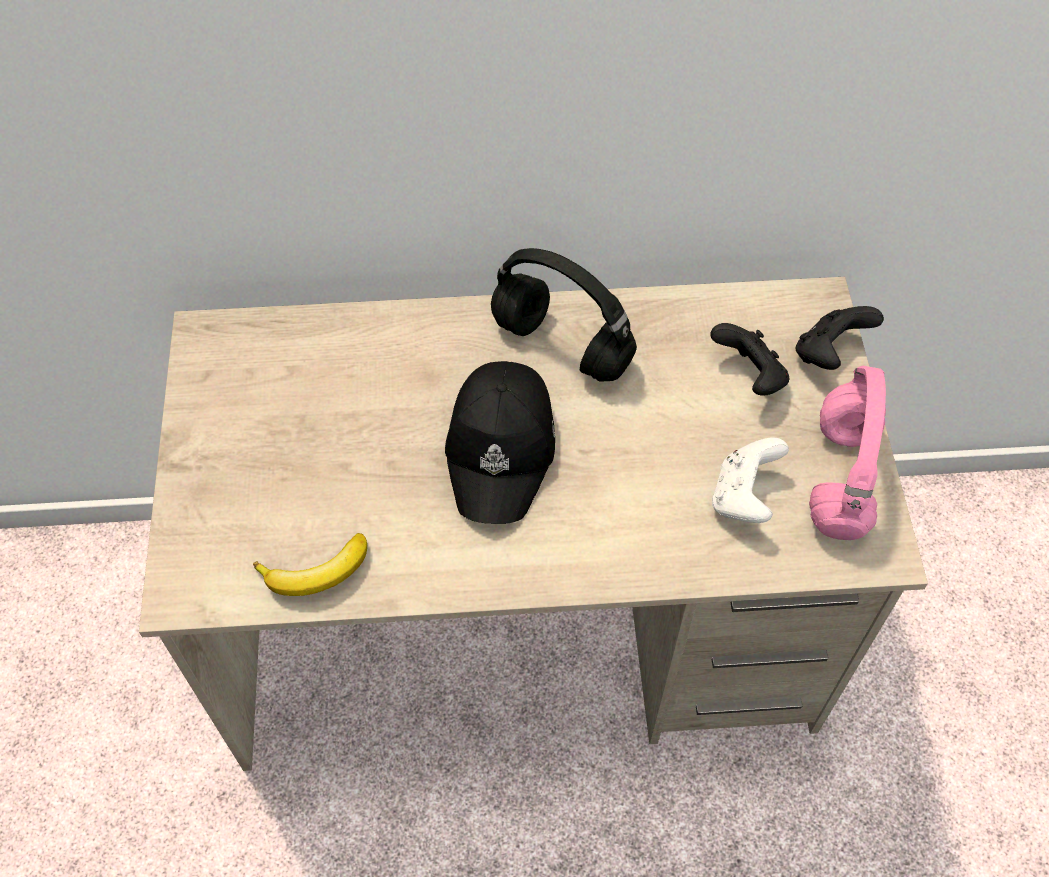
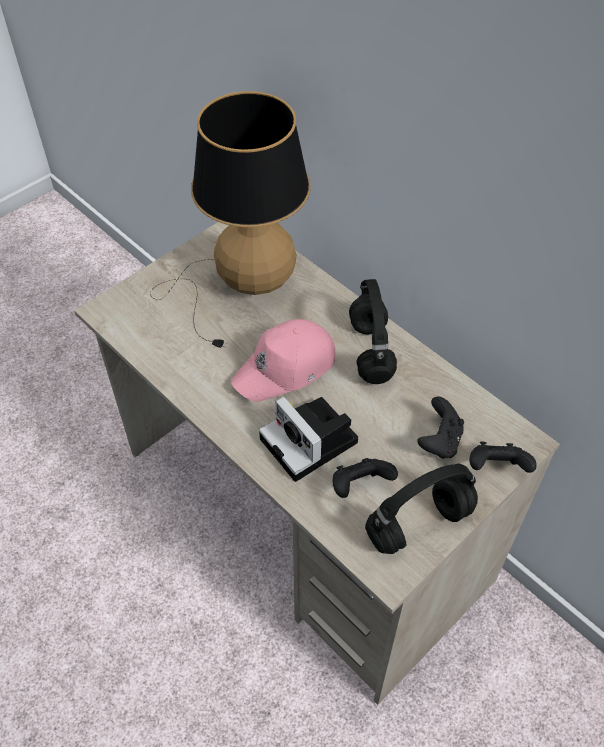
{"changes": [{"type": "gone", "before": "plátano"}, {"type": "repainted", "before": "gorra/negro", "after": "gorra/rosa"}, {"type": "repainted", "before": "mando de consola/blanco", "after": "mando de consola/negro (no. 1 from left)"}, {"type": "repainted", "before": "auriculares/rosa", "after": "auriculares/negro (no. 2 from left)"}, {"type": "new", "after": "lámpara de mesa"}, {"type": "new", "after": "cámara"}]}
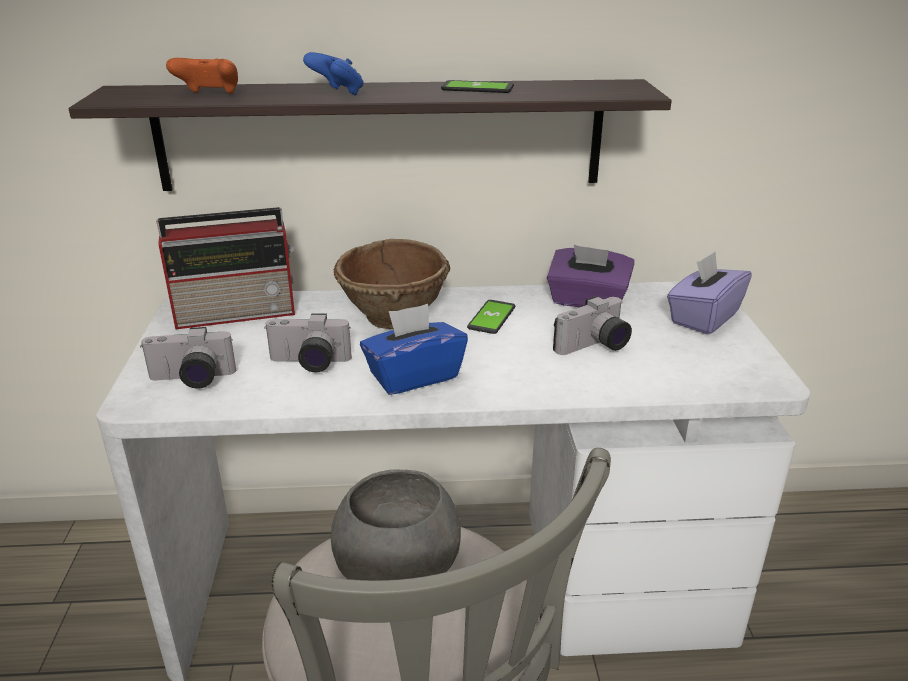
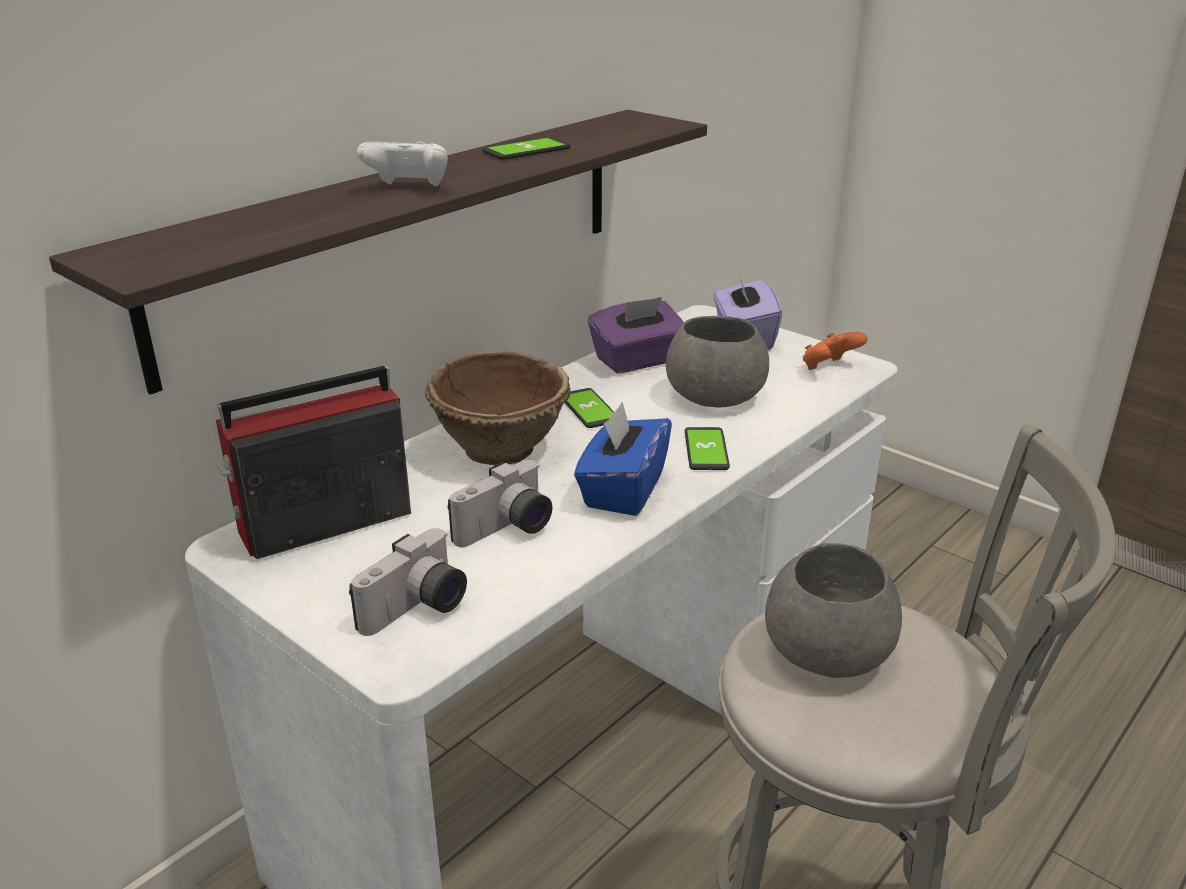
{"changes": [{"type": "rotated", "before": "radio", "turn": -150}, {"type": "shifted", "before": "mando de consola/naranja"}, {"type": "repainted", "before": "mando de consola/azul", "after": "mando de consola/blanco"}, {"type": "swapped", "before": "cámara (no. 3 from left)", "after": "cuenco/gris (no. 1 from left)"}, {"type": "new", "after": "móvil (no. 3 from left)"}]}
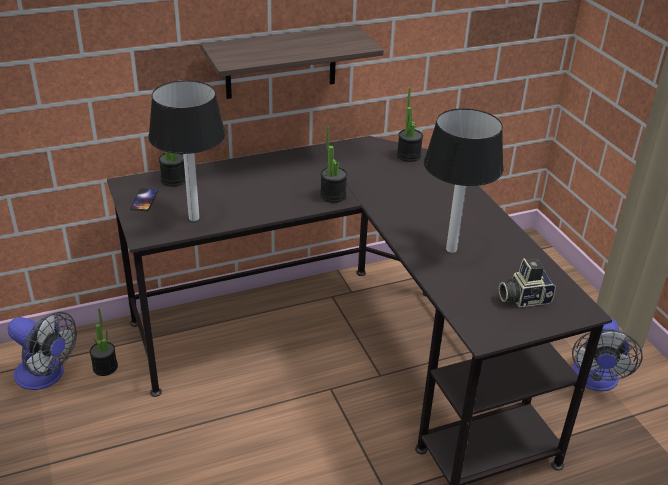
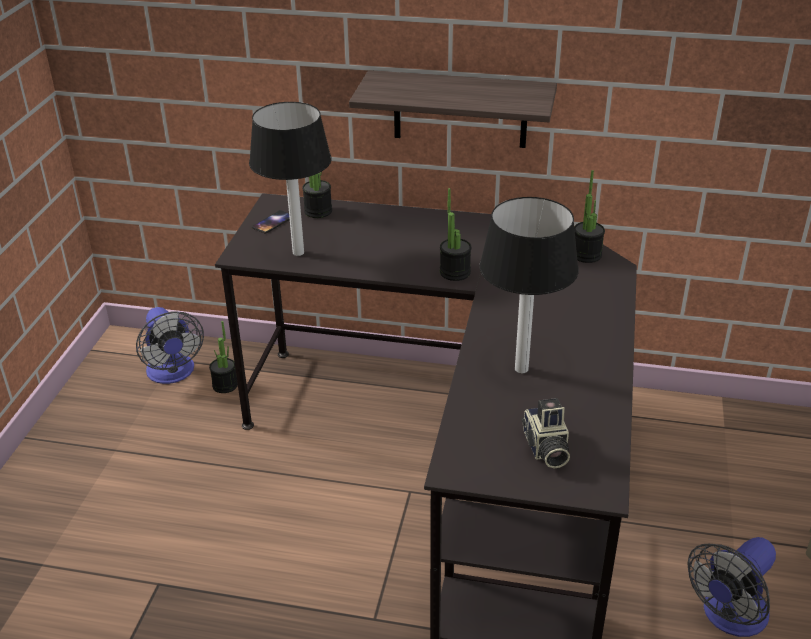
{"changes": [{"type": "rotated", "before": "cámara", "turn": -120}]}
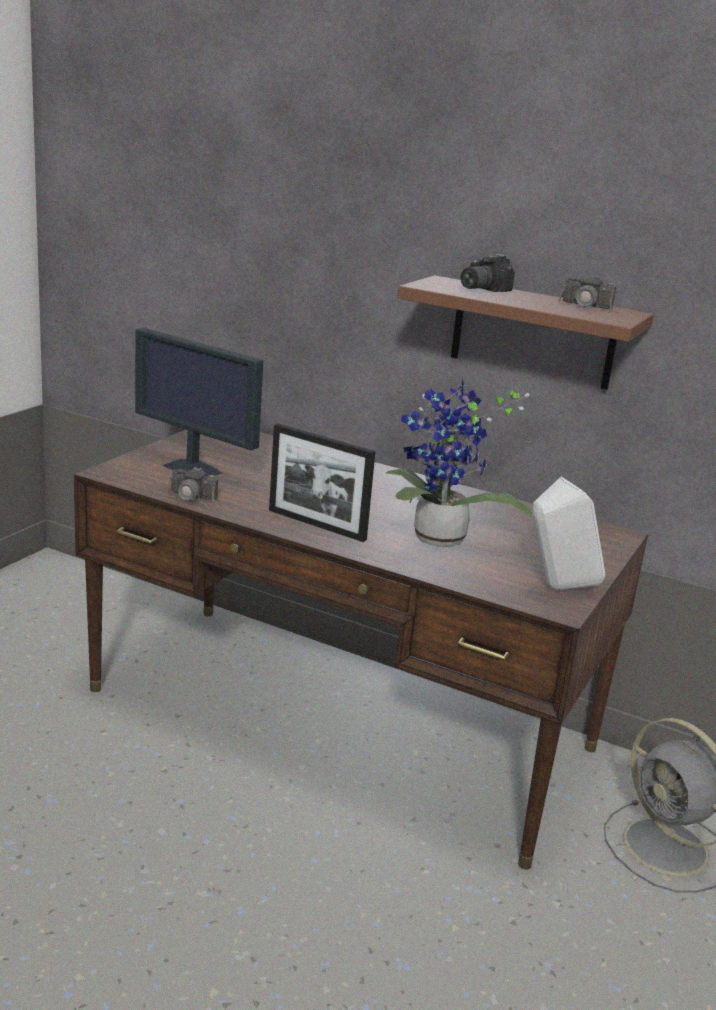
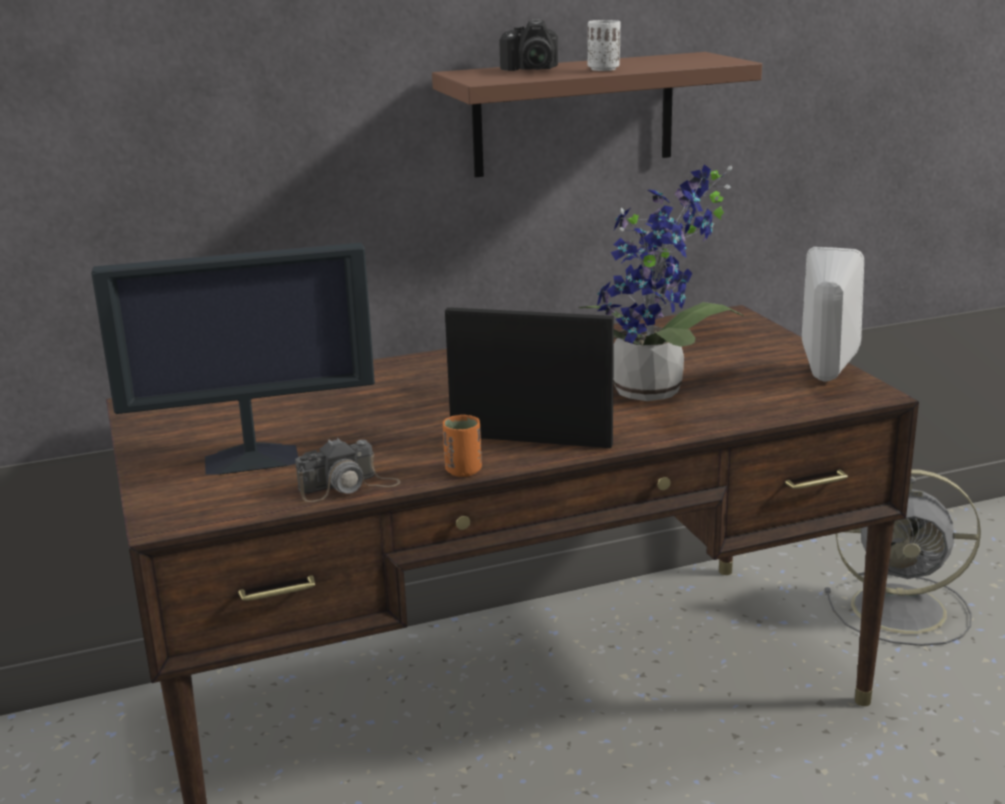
{"changes": [{"type": "rotated", "before": "portarretratos", "turn": -150}, {"type": "gone", "before": "cámara (no. 3 from left)"}, {"type": "new", "after": "taza/naranja"}, {"type": "new", "after": "taza/blanco"}]}
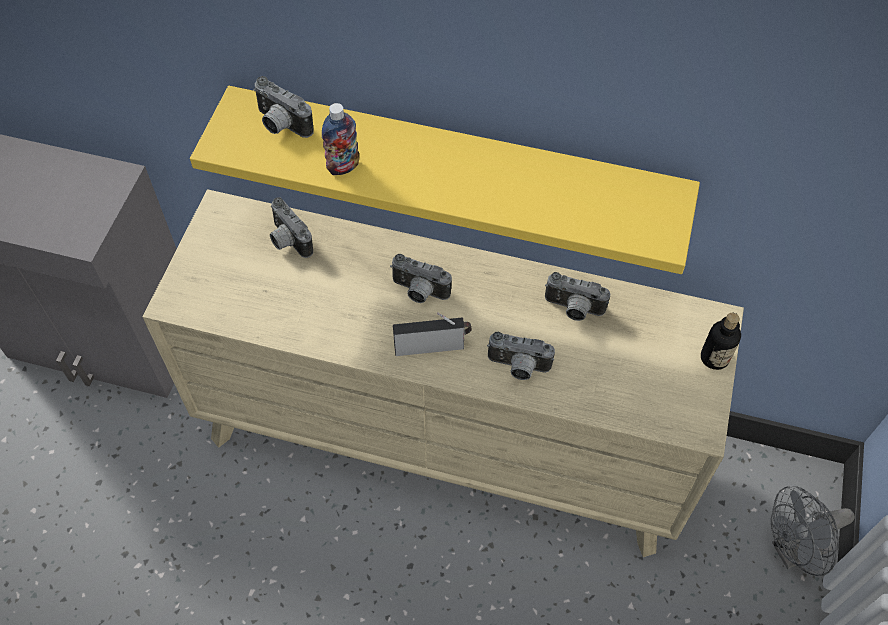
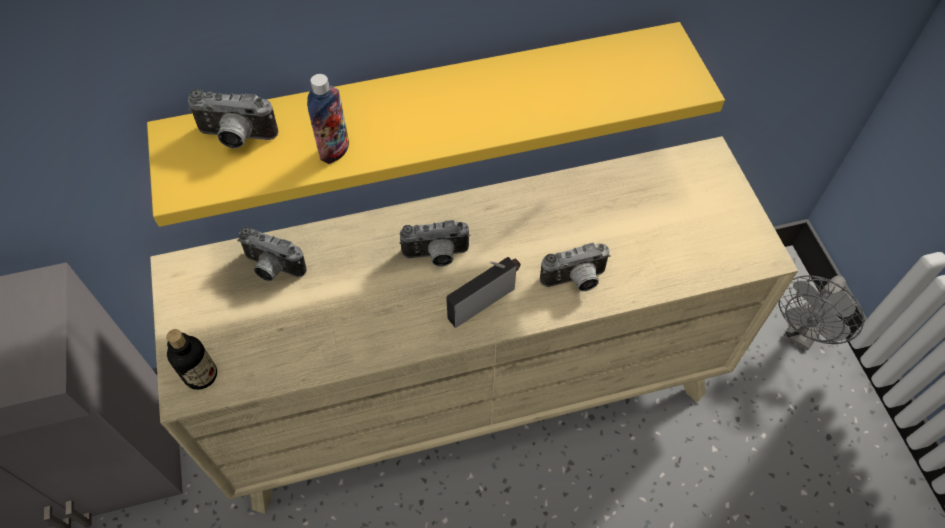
{"changes": [{"type": "gone", "before": "cámara (no. 5 from left)"}, {"type": "shifted", "before": "botella (no. 2 from left in the first image)", "after": "botella (no. 1 from left)"}]}
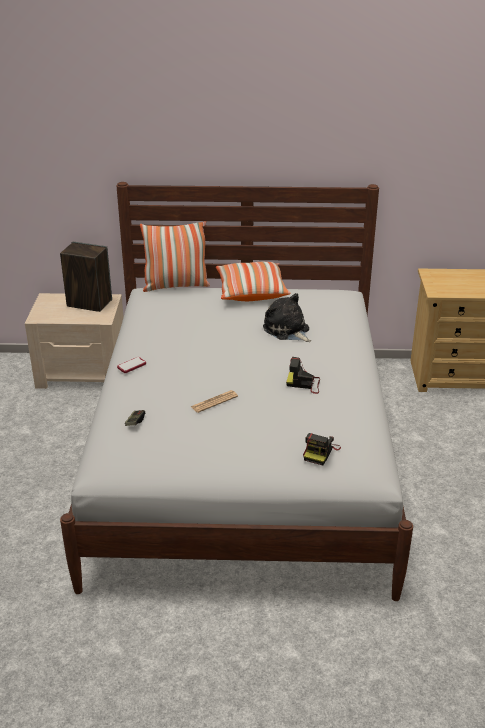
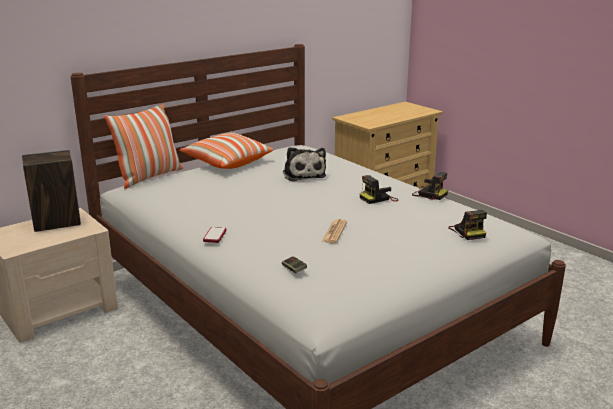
{"changes": [{"type": "rotated", "before": "peluche", "turn": -120}, {"type": "new", "after": "cámara (no. 2 from left)"}]}
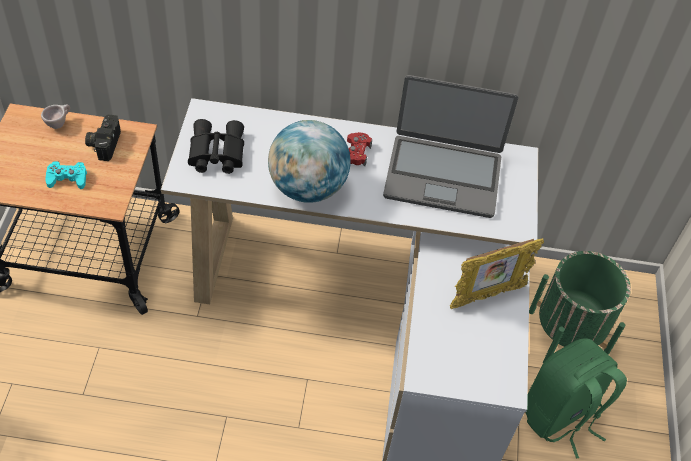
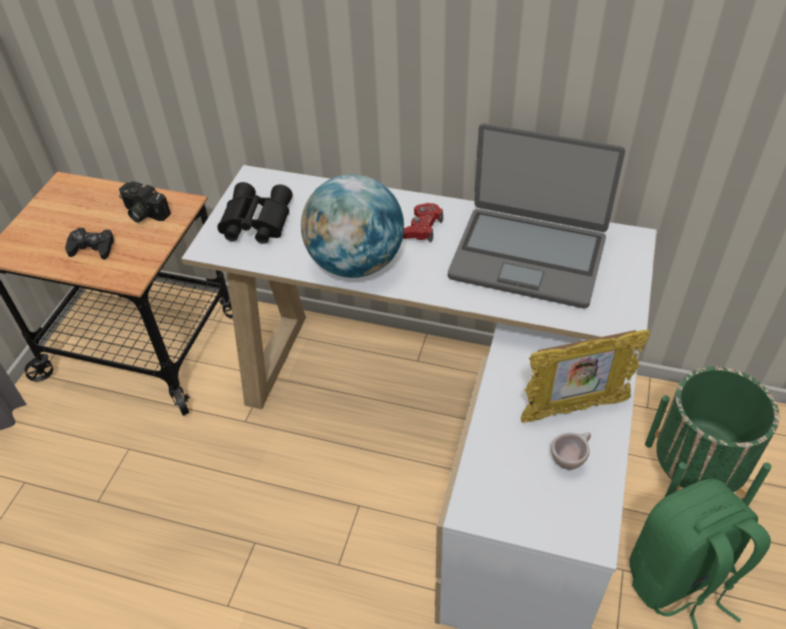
{"changes": [{"type": "shifted", "before": "taza/beis"}, {"type": "repainted", "before": "mando de consola/turquesa", "after": "mando de consola/negro"}, {"type": "rotated", "before": "cámara", "turn": -75}]}
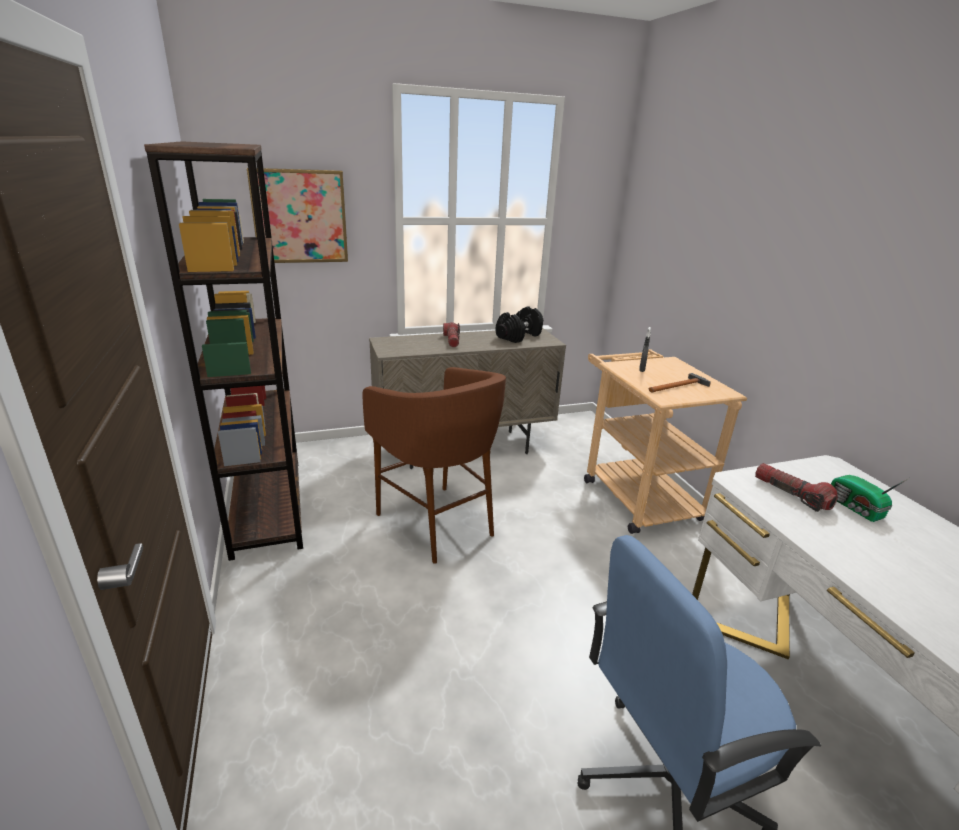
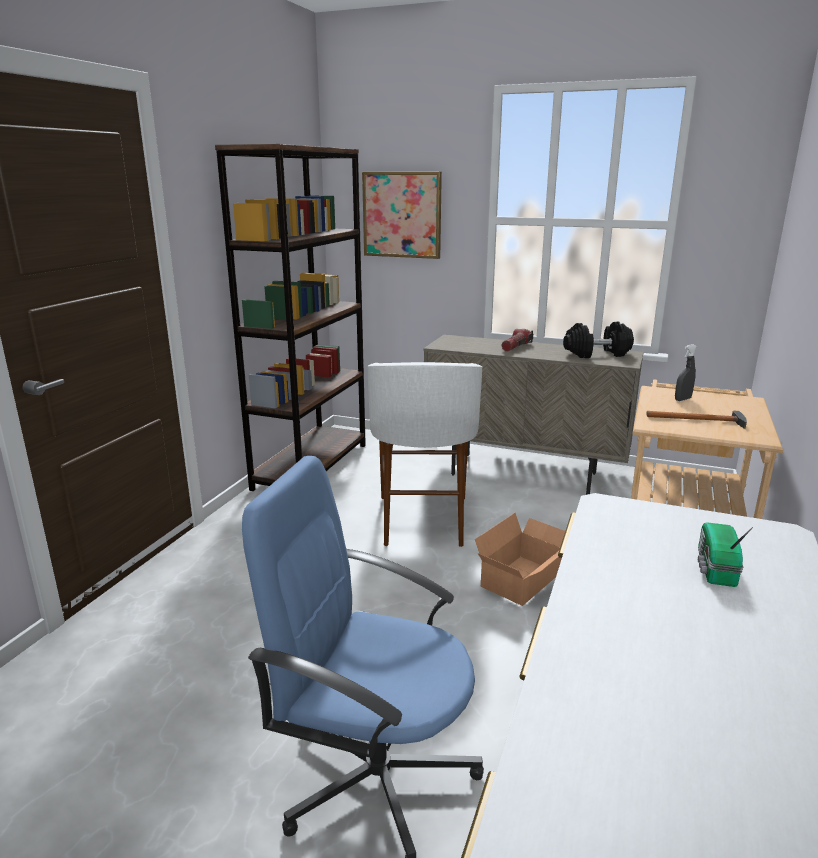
{"changes": [{"type": "repainted", "before": "taburete/marrón", "after": "taburete/blanco"}, {"type": "gone", "before": "linterna (no. 2 from left)"}, {"type": "new", "after": "caja de cartón"}]}
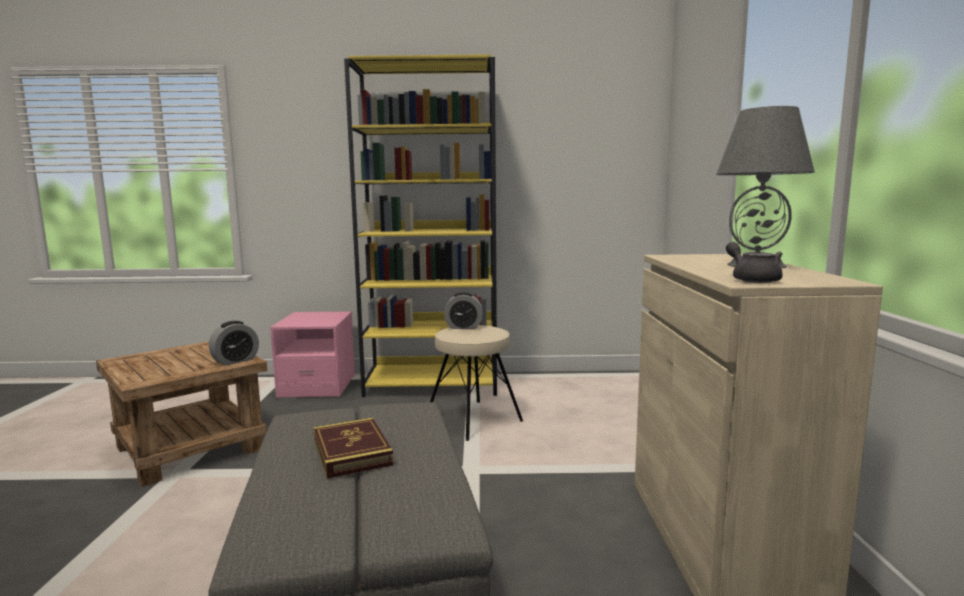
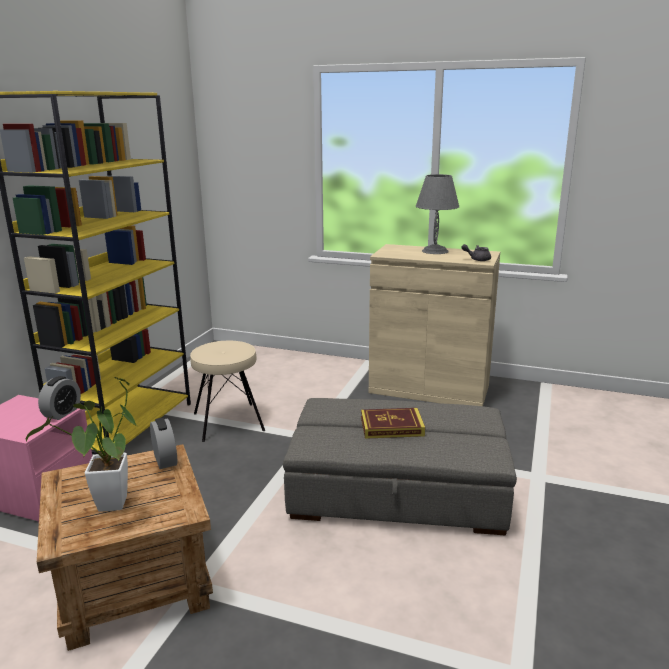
{"changes": [{"type": "shifted", "before": "despertador (no. 2 from left in the first image)", "after": "despertador (no. 1 from left)"}, {"type": "new", "after": "planta en maceta"}]}
